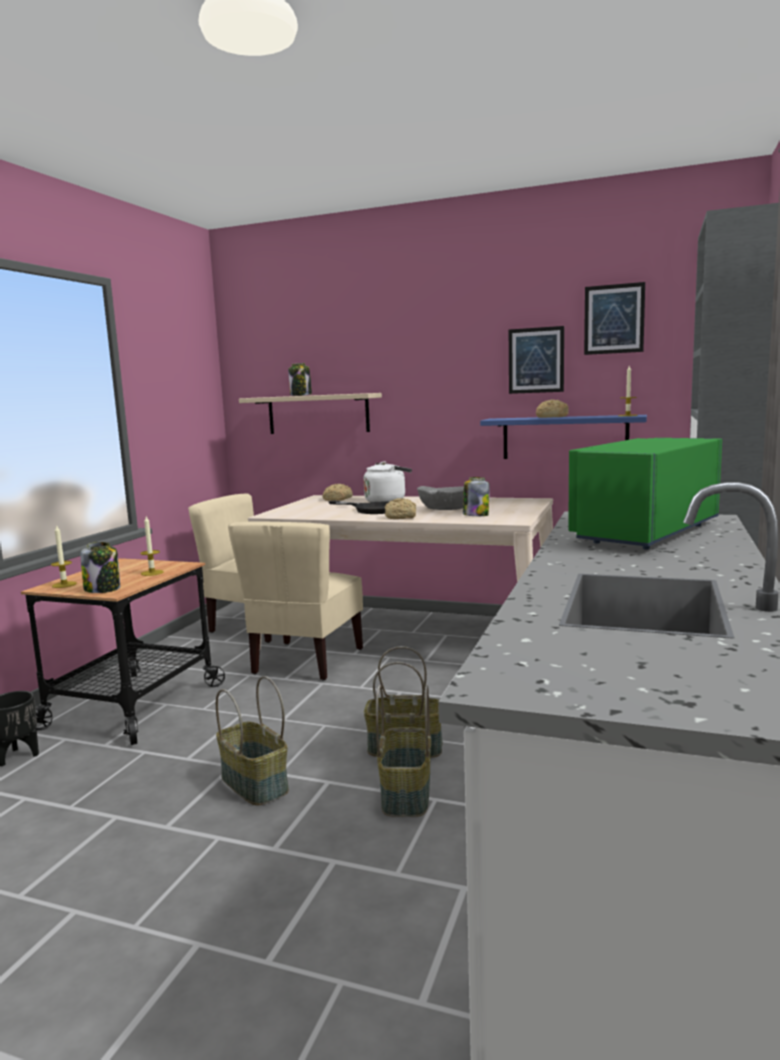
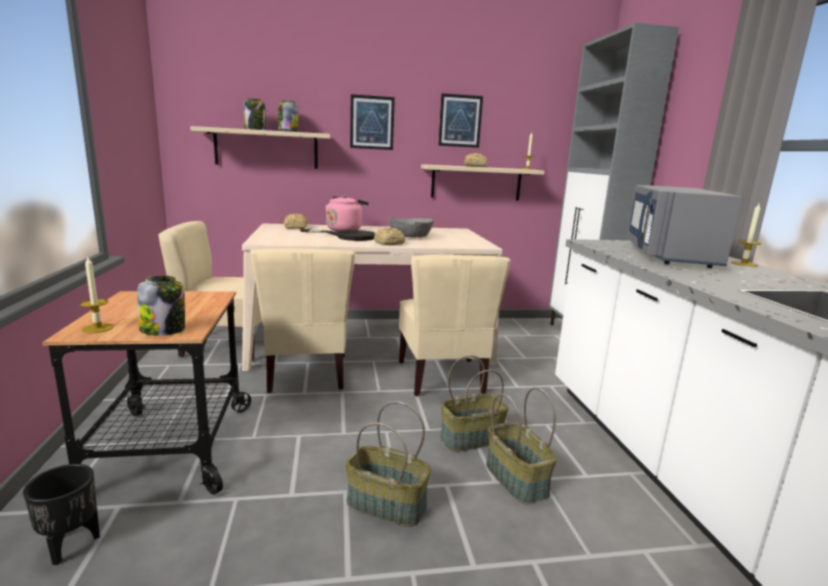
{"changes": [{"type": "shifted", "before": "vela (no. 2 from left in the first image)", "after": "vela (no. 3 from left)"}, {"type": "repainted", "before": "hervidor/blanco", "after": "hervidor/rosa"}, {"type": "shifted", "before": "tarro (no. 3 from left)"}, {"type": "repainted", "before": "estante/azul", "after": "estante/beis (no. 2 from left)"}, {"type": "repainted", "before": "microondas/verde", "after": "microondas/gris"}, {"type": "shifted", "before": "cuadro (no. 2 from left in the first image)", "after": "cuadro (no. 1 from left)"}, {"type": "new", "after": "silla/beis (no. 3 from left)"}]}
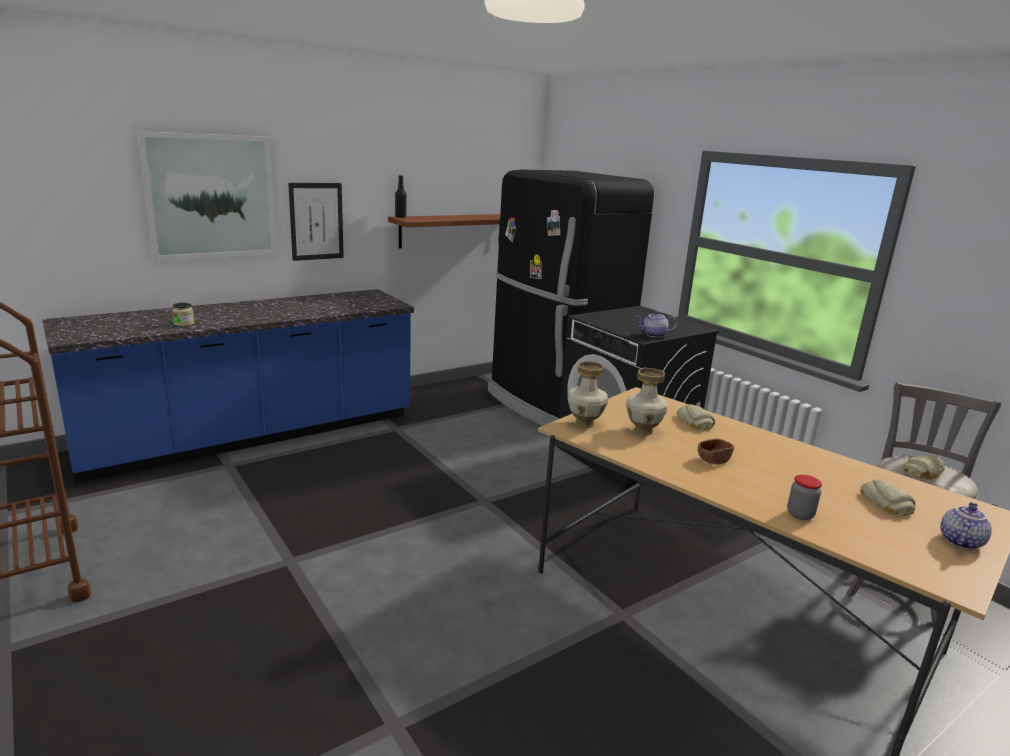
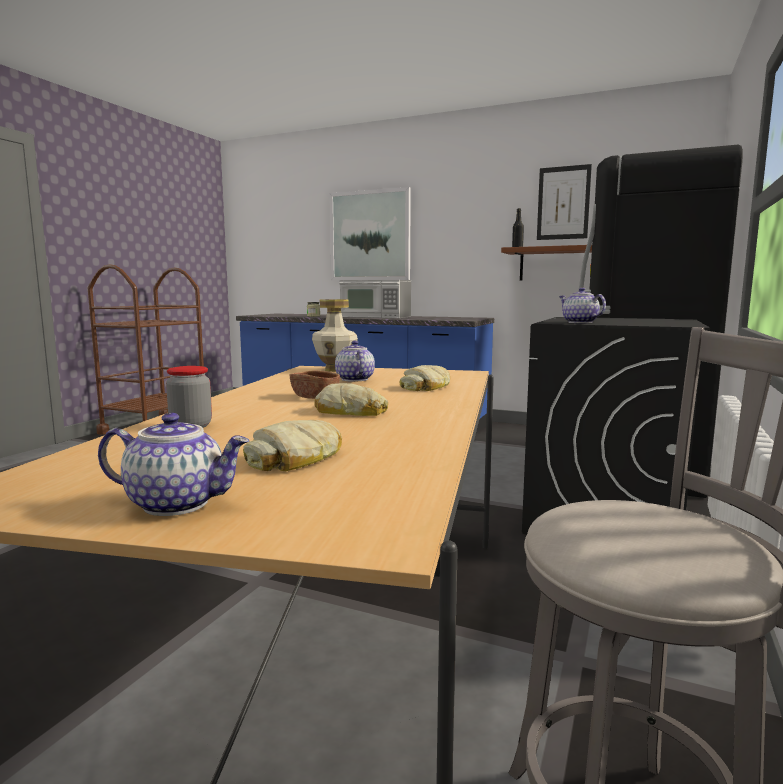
{"changes": [{"type": "shifted", "before": "cuadro (no. 2 from left)"}, {"type": "swapped", "before": "florero (no. 2 from left)", "after": "tetera (no. 2 from left)"}, {"type": "shifted", "before": "pan (no. 3 from left in the first image)", "after": "pan (no. 2 from left)"}, {"type": "new", "after": "microondas"}]}
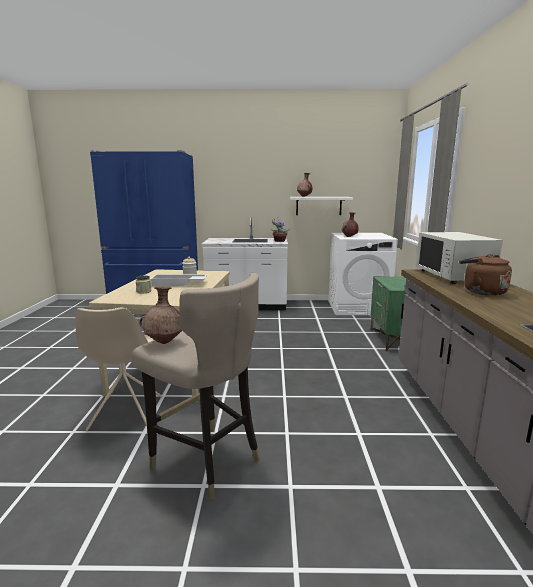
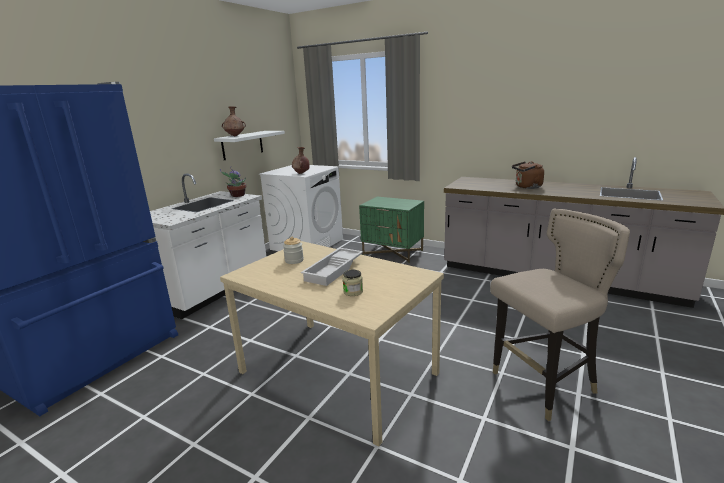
{"changes": [{"type": "gone", "before": "silla/beis"}, {"type": "gone", "before": "florero/marrón (no. 1 from left)"}, {"type": "gone", "before": "microondas/blanco"}]}
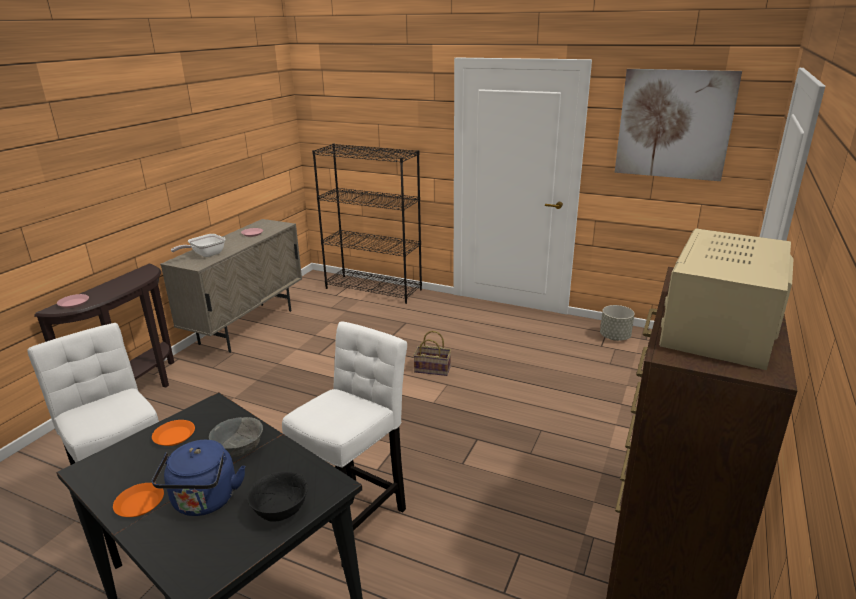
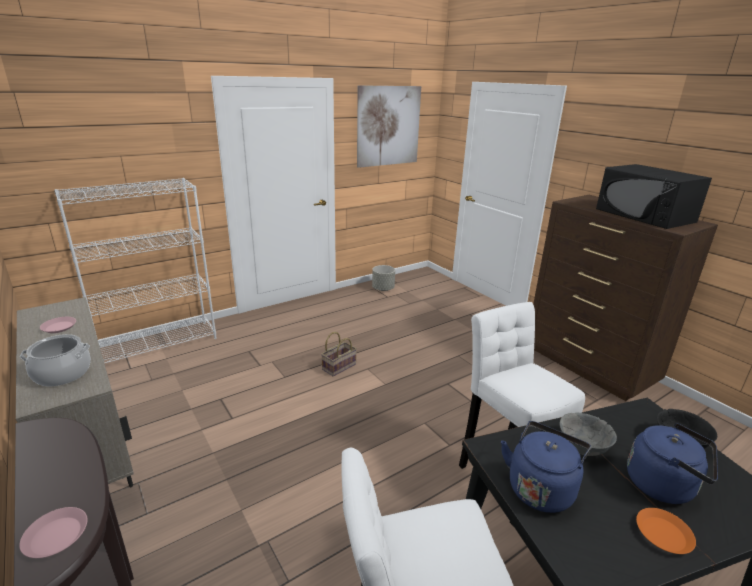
{"changes": [{"type": "swapped", "before": "plato/naranja (no. 2 from left)", "after": "hervidor/azul (no. 1 from left)"}, {"type": "swapped", "before": "sartén", "after": "olla"}, {"type": "repainted", "before": "estantería/negro", "after": "estantería/blanco"}, {"type": "repainted", "before": "microondas/beis", "after": "microondas/negro"}]}
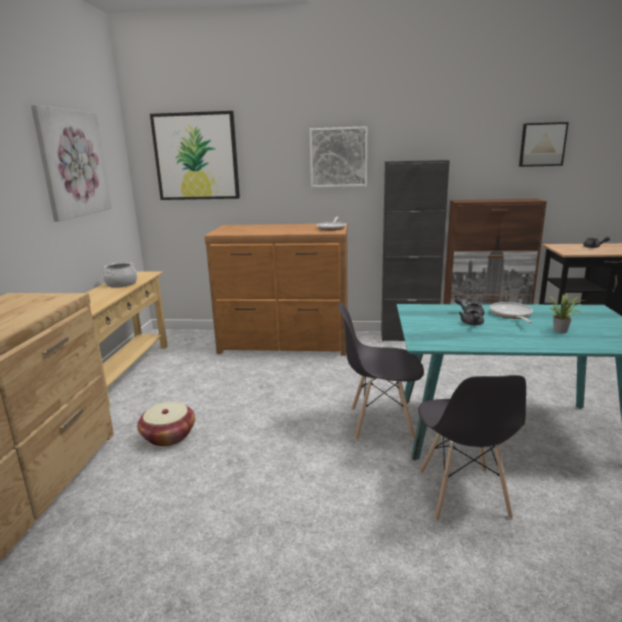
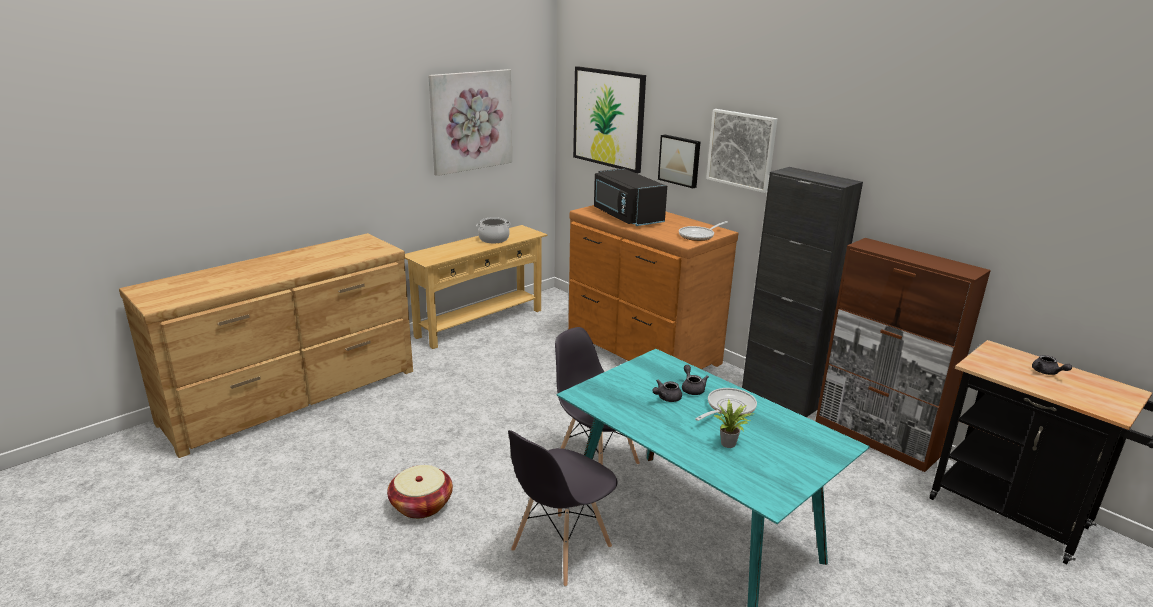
{"changes": [{"type": "shifted", "before": "cesta"}, {"type": "shifted", "before": "cuadro (no. 4 from left in the first image)", "after": "cuadro (no. 3 from left)"}, {"type": "new", "after": "microondas/negro"}]}
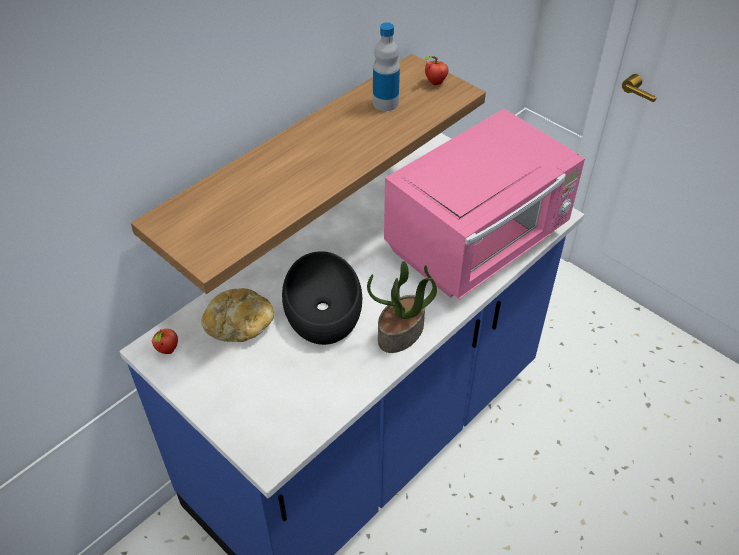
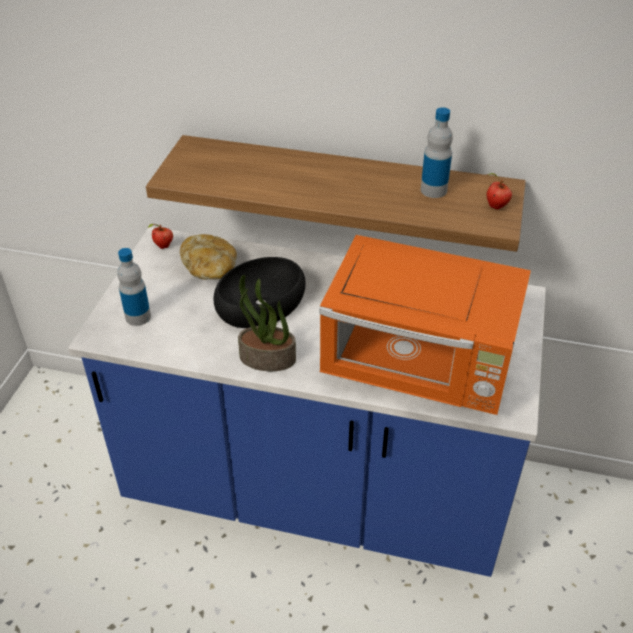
{"changes": [{"type": "repainted", "before": "microondas/rosa", "after": "microondas/naranja"}, {"type": "new", "after": "botella (no. 1 from left)"}]}
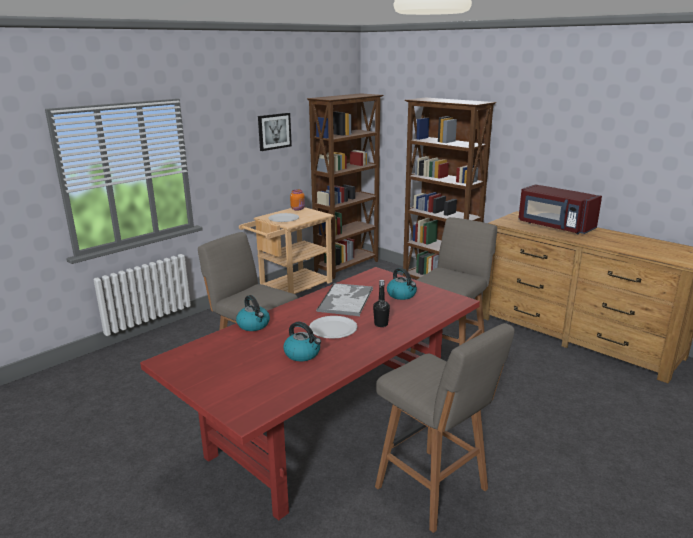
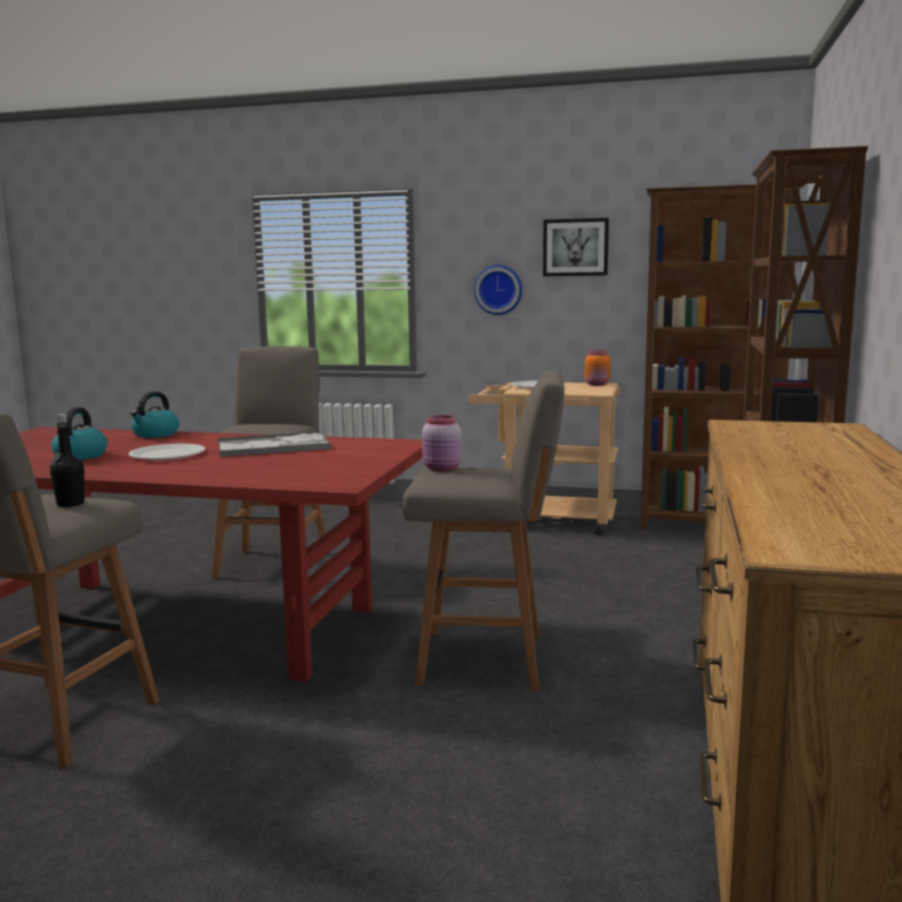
{"changes": [{"type": "shifted", "before": "botella/negro"}, {"type": "gone", "before": "hervidor (no. 3 from left)"}, {"type": "gone", "before": "microondas/rojo"}, {"type": "new", "after": "tarro/rosa"}, {"type": "new", "after": "reloj de pared"}]}
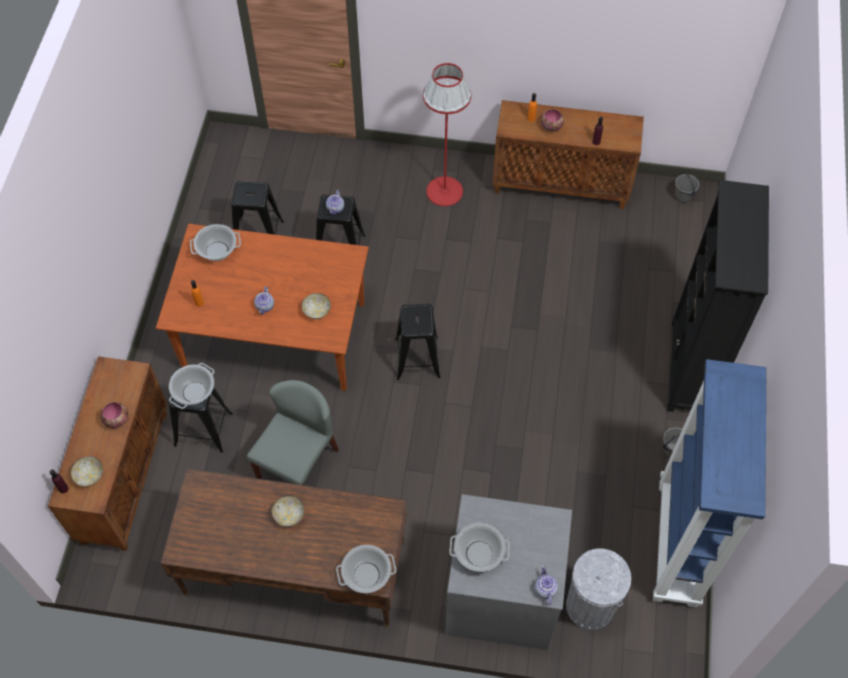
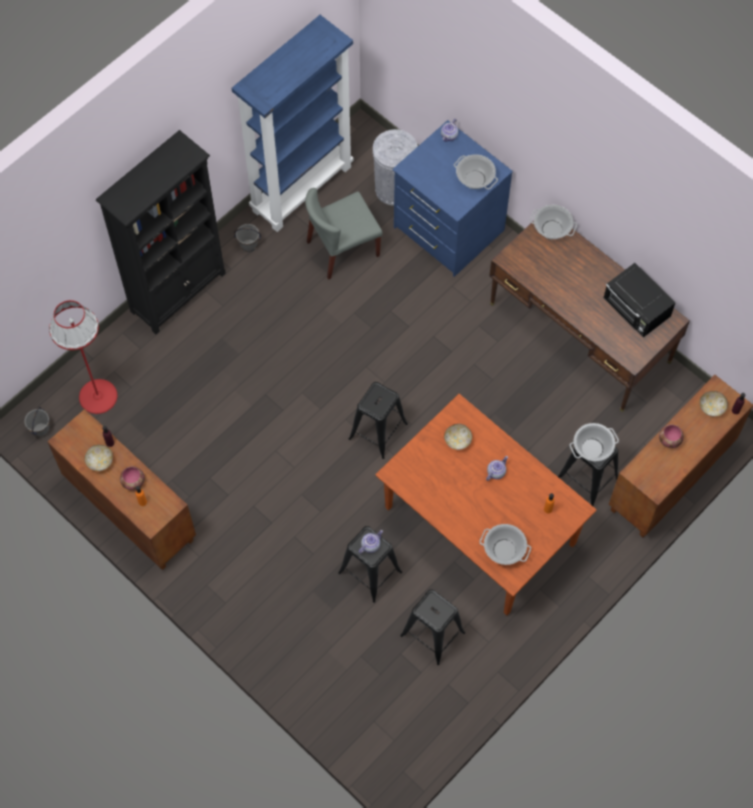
{"changes": [{"type": "shifted", "before": "silla/gris"}, {"type": "shifted", "before": "cuenco (no. 3 from left in the first image)", "after": "cuenco (no. 1 from left)"}, {"type": "shifted", "before": "lámpara de pie/rojo"}, {"type": "repainted", "before": "cómoda/gris", "after": "cómoda/azul"}, {"type": "new", "after": "microondas/negro"}]}
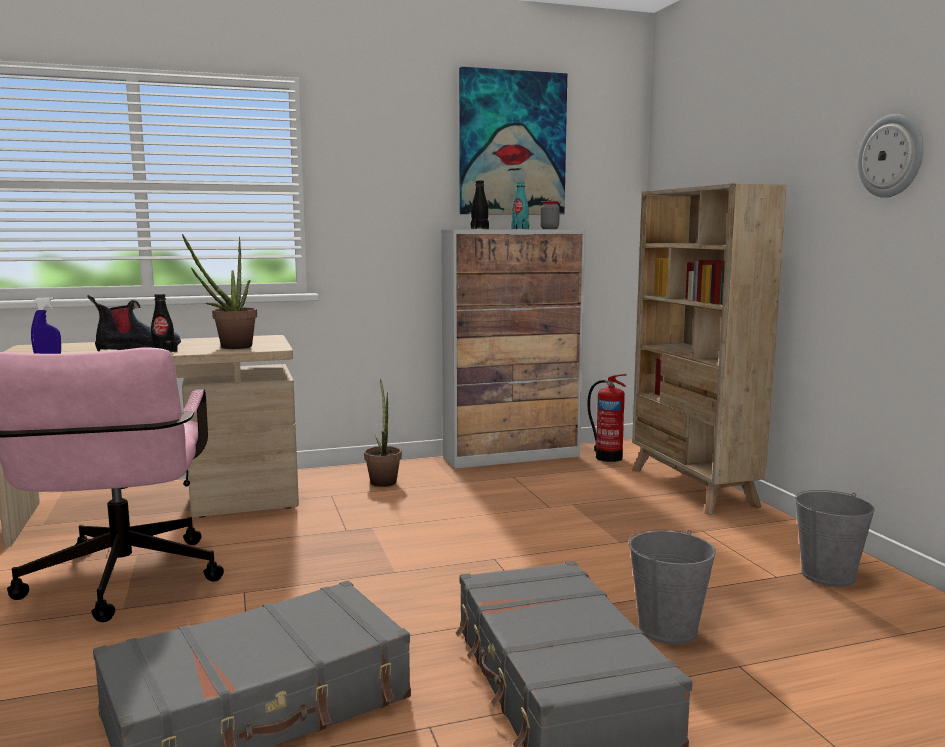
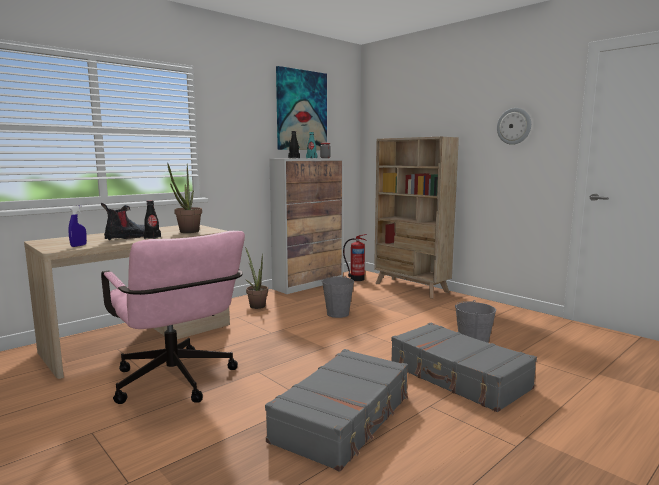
{"changes": [{"type": "shifted", "before": "cubo/gris (no. 2 from left in the first image)", "after": "cubo/gris (no. 1 from left)"}]}
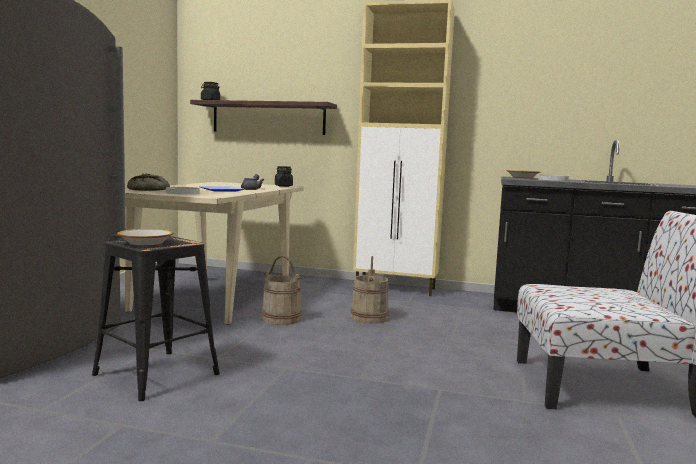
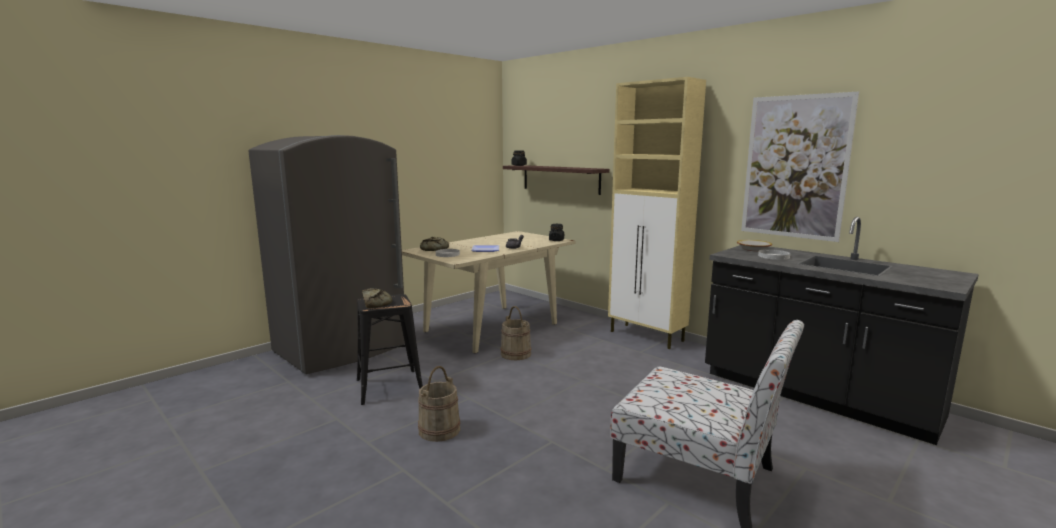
{"changes": [{"type": "swapped", "before": "cuenco (no. 1 from left)", "after": "pan (no. 1 from left)"}, {"type": "shifted", "before": "cubo/beis (no. 2 from left in the first image)", "after": "cubo/beis (no. 1 from left)"}, {"type": "new", "after": "cuadro"}]}
